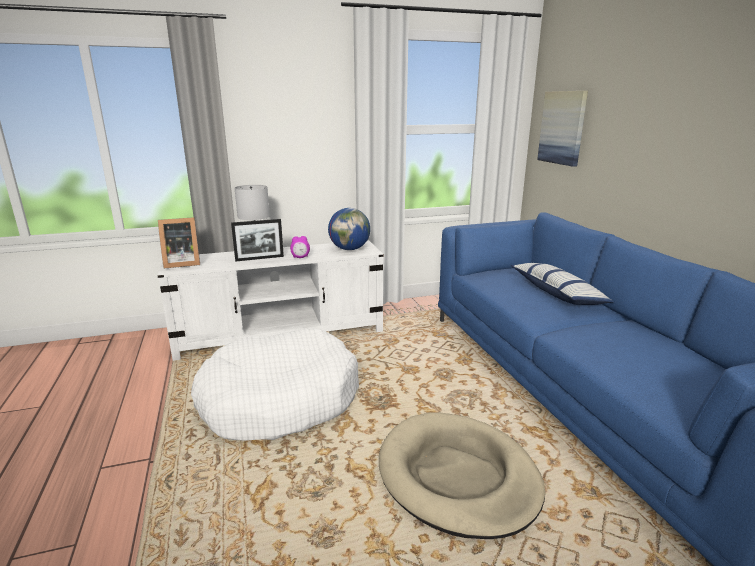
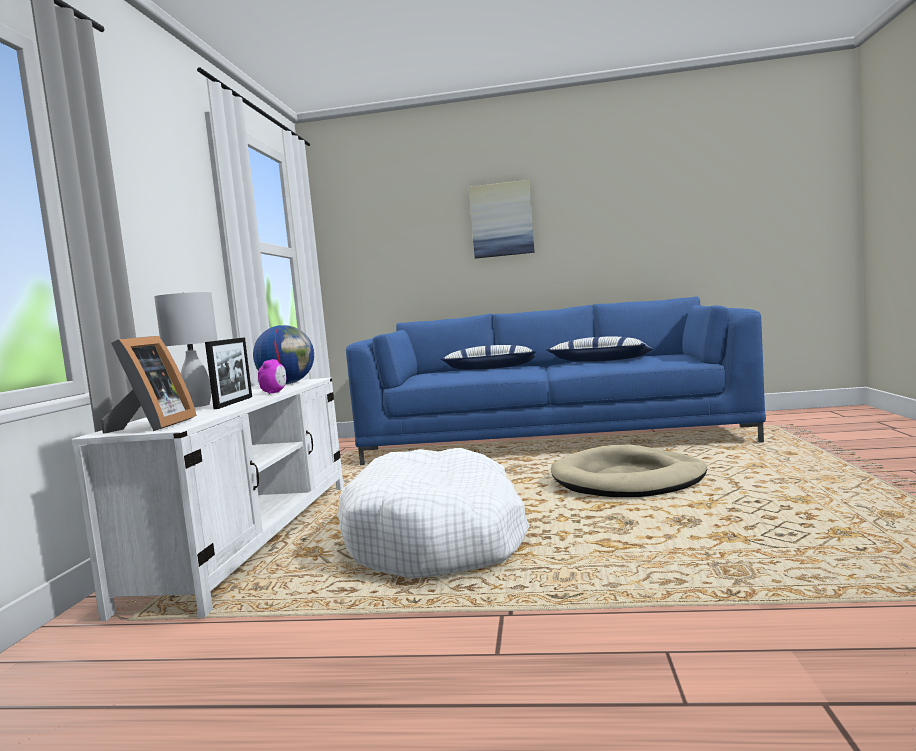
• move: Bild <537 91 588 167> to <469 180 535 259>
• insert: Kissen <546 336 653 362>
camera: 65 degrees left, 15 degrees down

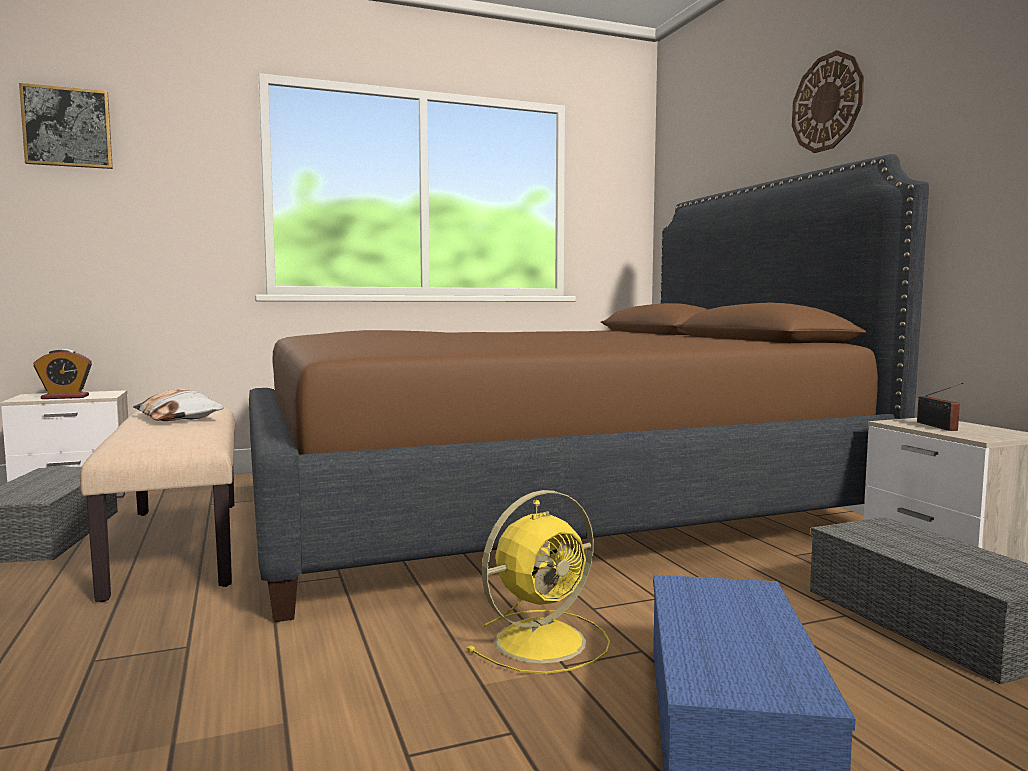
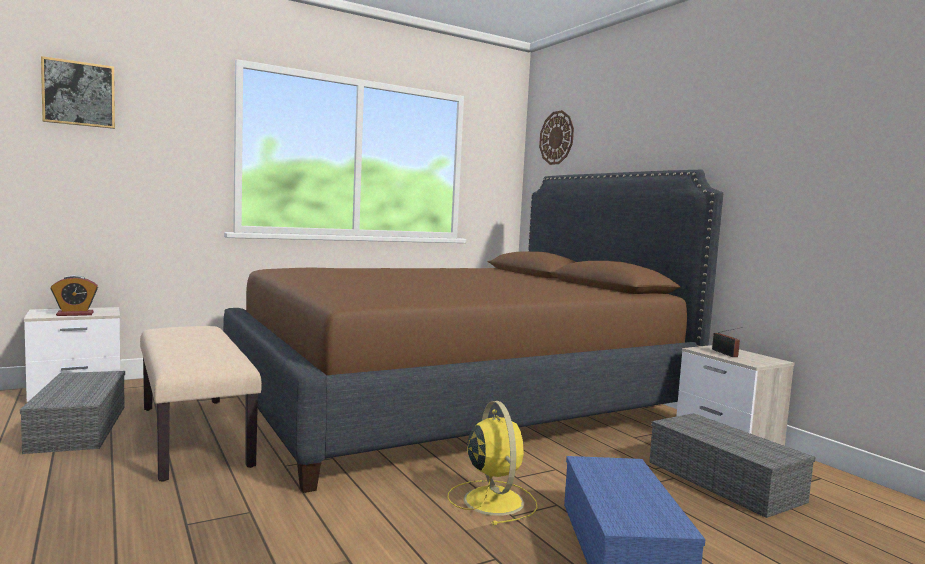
• move: Wanduhr <792 50 864 153> to <539 110 574 165>
• delete: Kissen <133 389 224 421>
• rotate: Ventilator/gelb <467 490 610 674> = <448 401 537 525> 60 degrees counterclockwise
camera: 10 degrees left, 0 degrees up

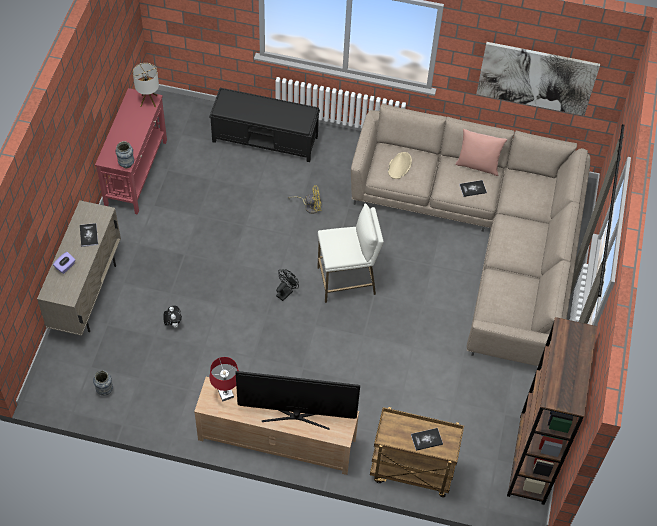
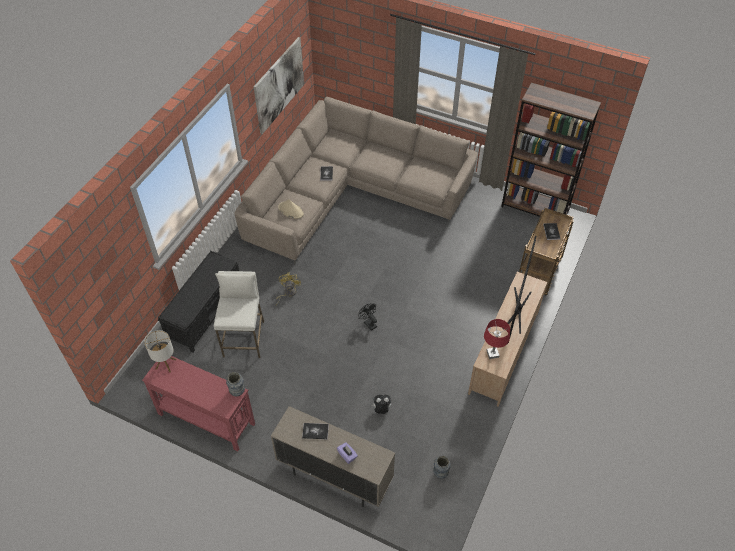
• delete: Kissen/rosa <455 129 507 176>
• move: Hocker/weiß <317 203 384 303> to <214 271 264 358>
camera: 75 degrees left, 5 degrees down

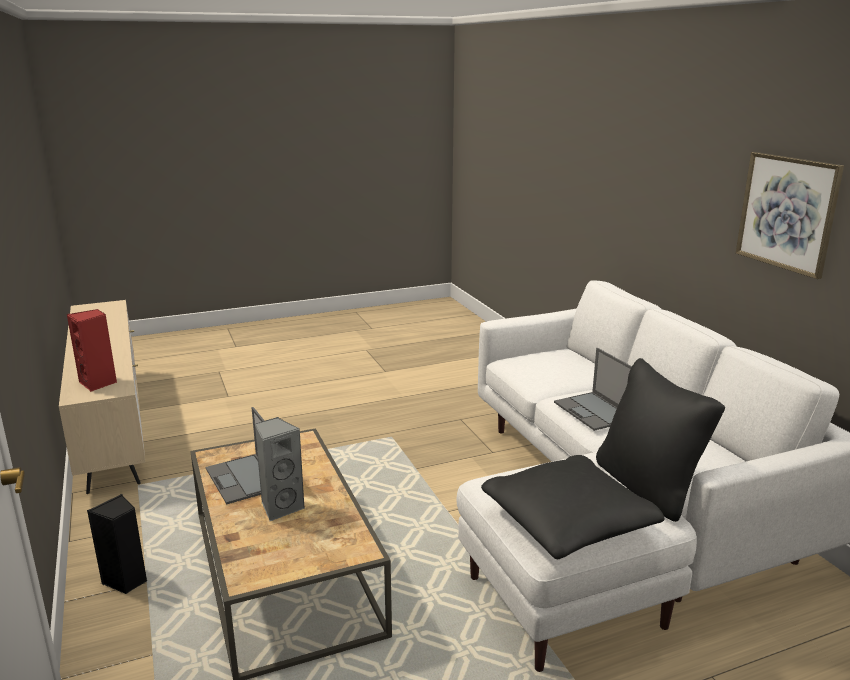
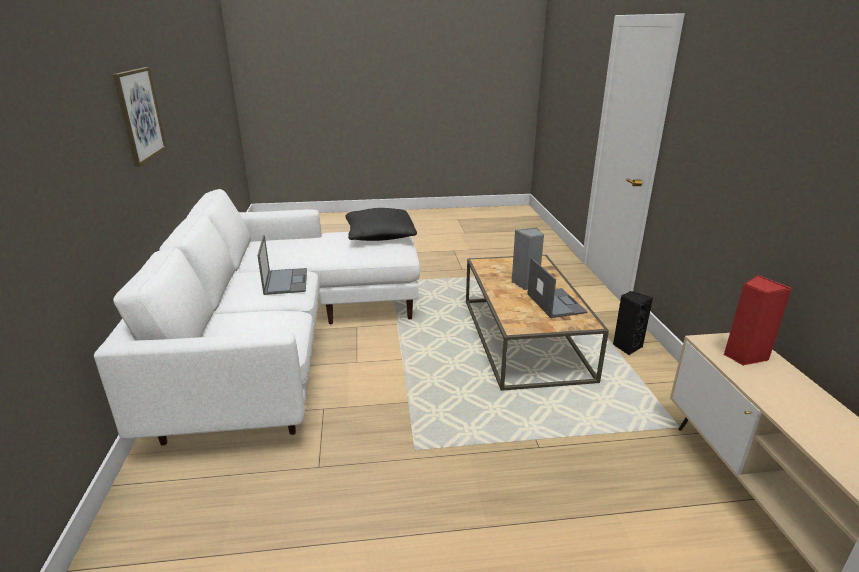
• delete: Kissen/schwarz <596 358 725 522>
camera: 165 degrees left, 5 degrees up

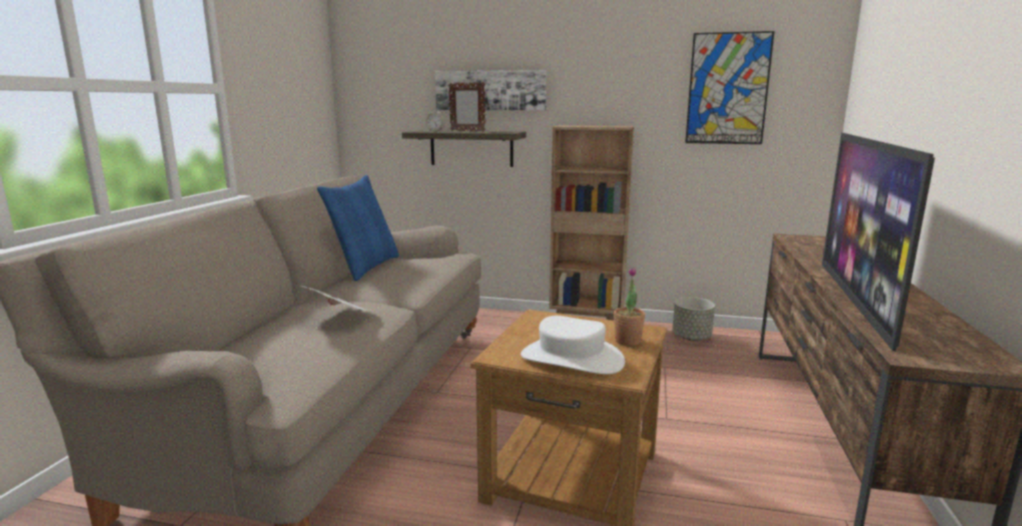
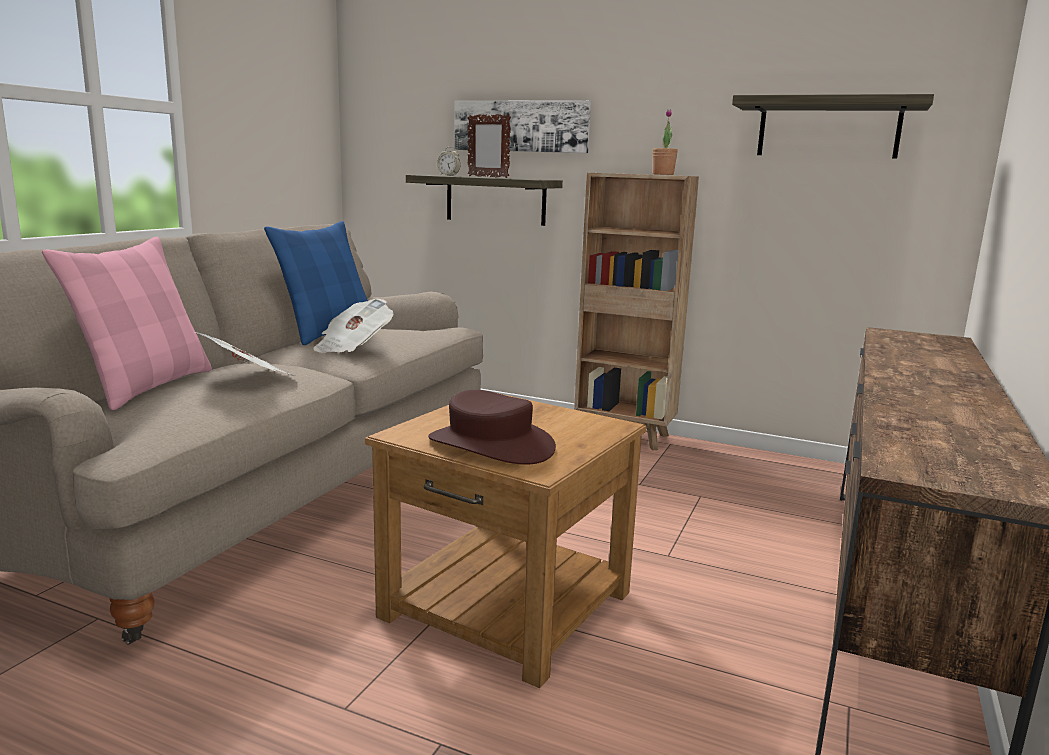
• replace: Bild <685 31 775 144> to Wandregal <732 94 934 159>
• delete: Fernseher <822 133 935 351>
• move: Topfpflanze <614 267 645 346> to <653 109 678 175>
• delete: Pflanzkübel/grau <672 297 715 341>
• recolor: Hut/weiß <521 316 625 374> to Hut/braun <428 390 556 465>
• insert: Kissen/rosa <42 237 212 410>
• insert: Zeitung <313 299 393 353>
camera: 10 degrees right, 0 degrees up

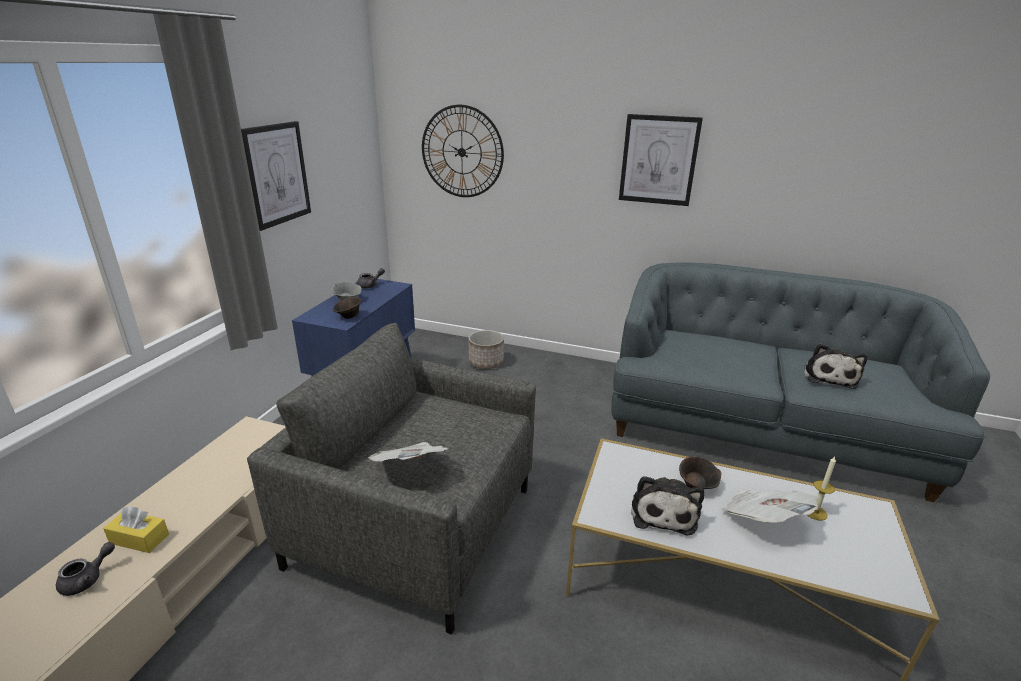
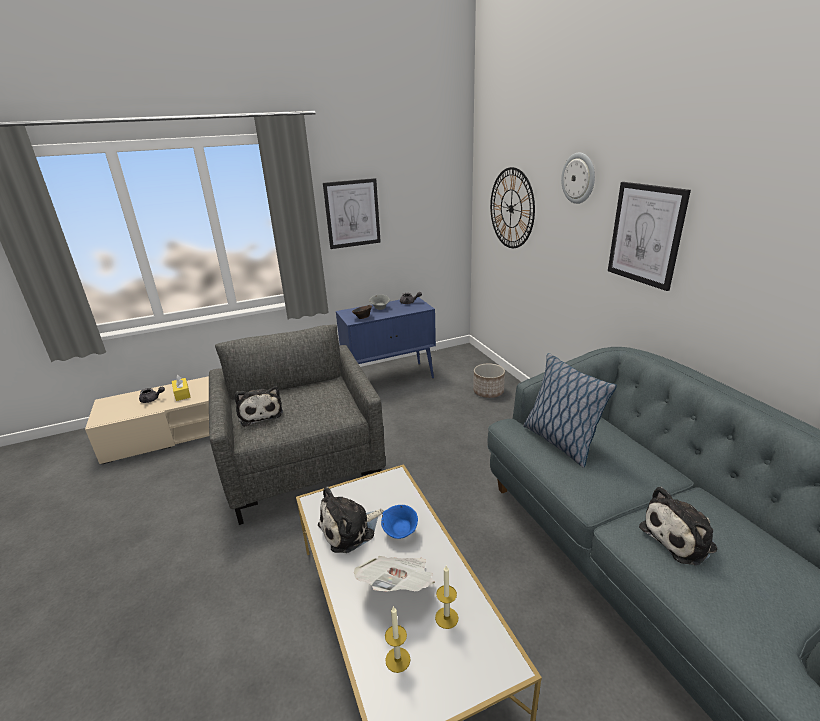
• replace: Zeitung <368 442 449 461> to Plüschtier <235 386 283 427>
• recolor: Schüssel/braun <679 456 721 489> to Schüssel/blau <381 505 418 539>
• insert: Wanduhr <561 152 595 204>
• insert: Kissen <523 353 617 467>
• insert: Kerze <385 606 410 673>
camera: 50 degrees right, 0 degrees up

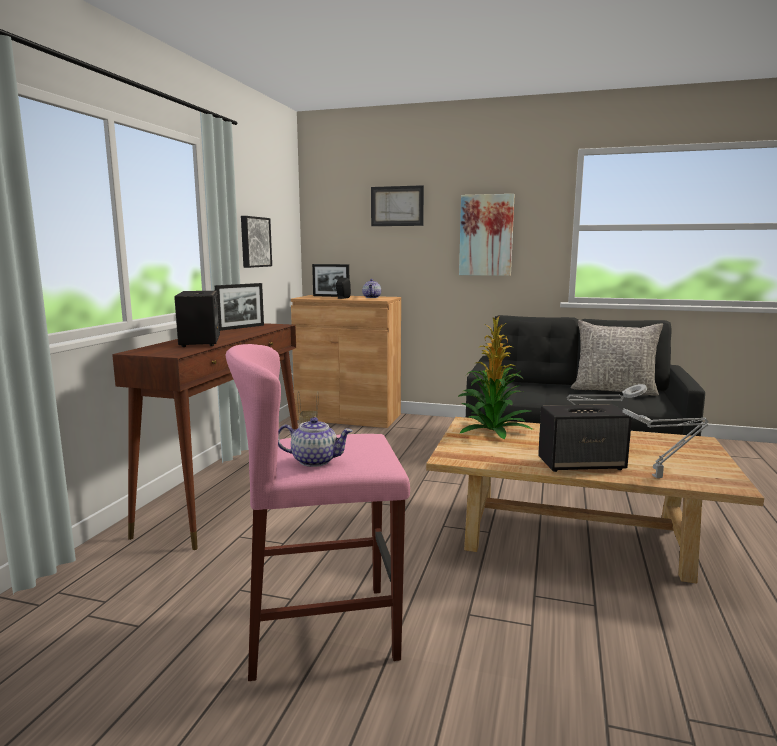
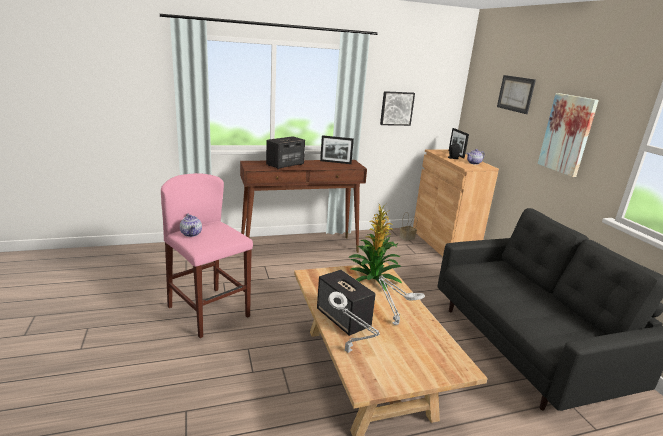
• delete: Kissen/grau <571 320 663 396>
camera: 55 degrees right, 10 degrees up

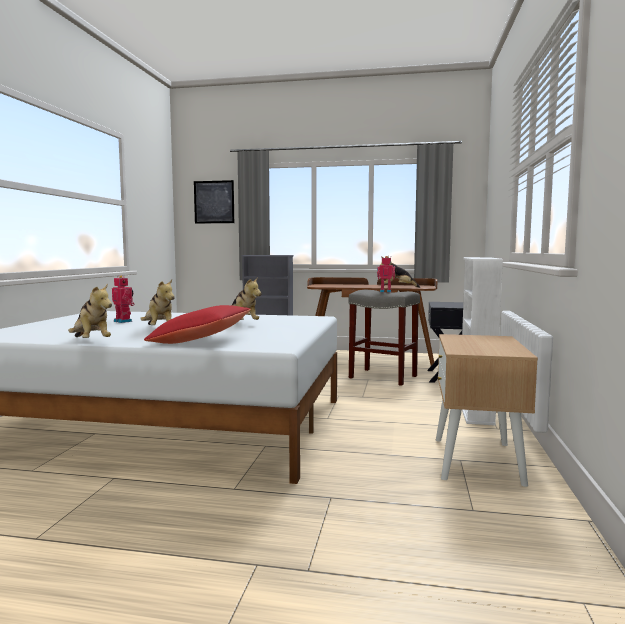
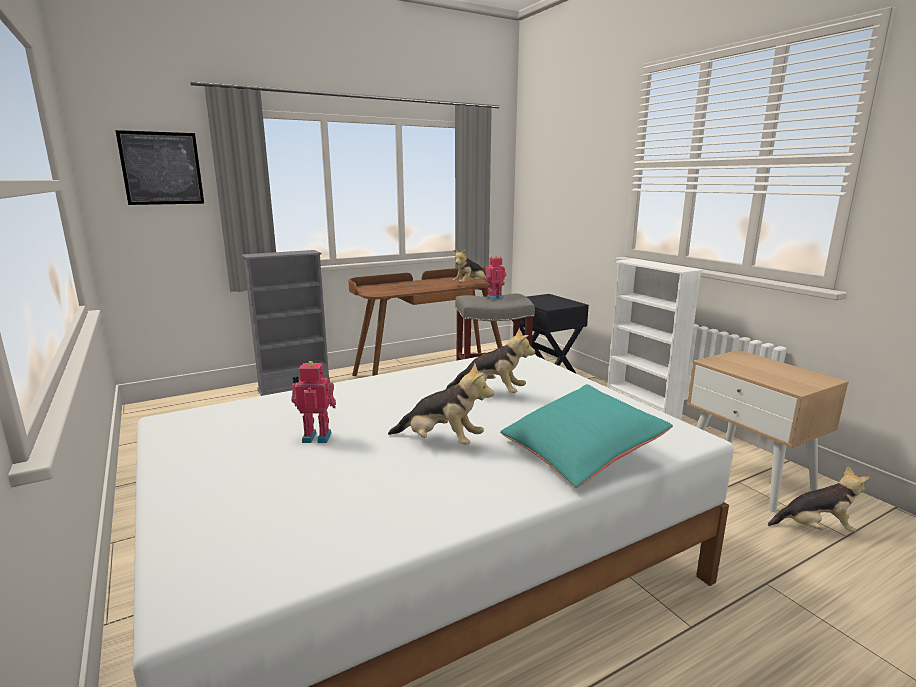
• move: Plüschtier <68 283 112 338> to <768 466 870 532>
• recolor: Kissen/rot <144 305 251 344> to Kissen/türkis <500 384 673 488>
camera: 40 degrees left, 10 degrees up

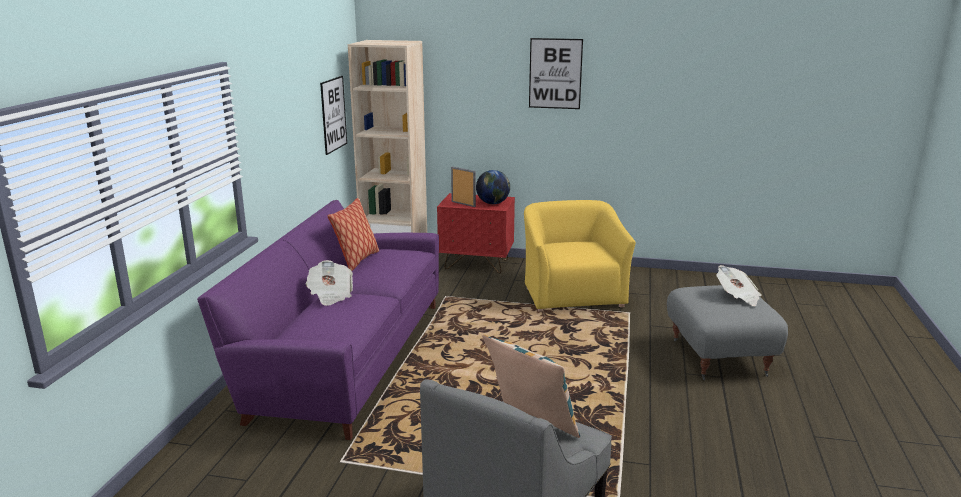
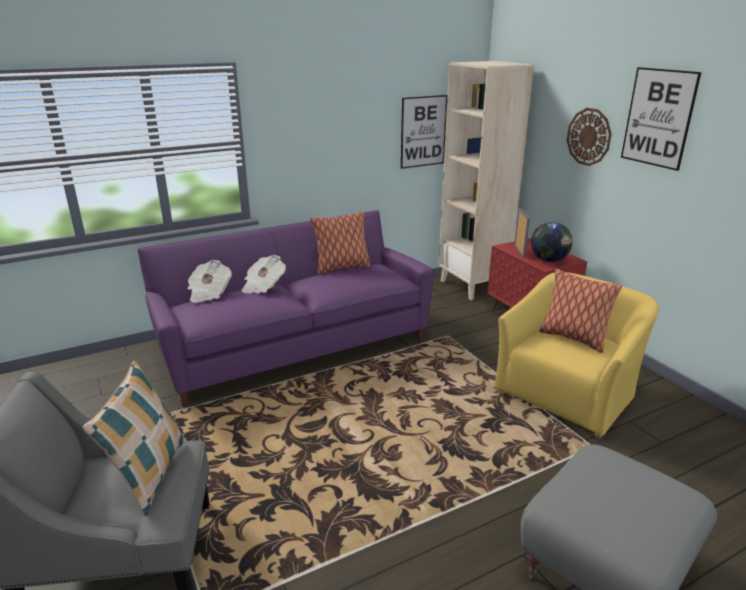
• move: Zeitung <716 265 762 306> to <187 260 232 302>
• insert: Wanduhr <567 108 612 166>
• insert: Kissen <539 268 622 353>
camera: 50 degrees right, 5 degrees up

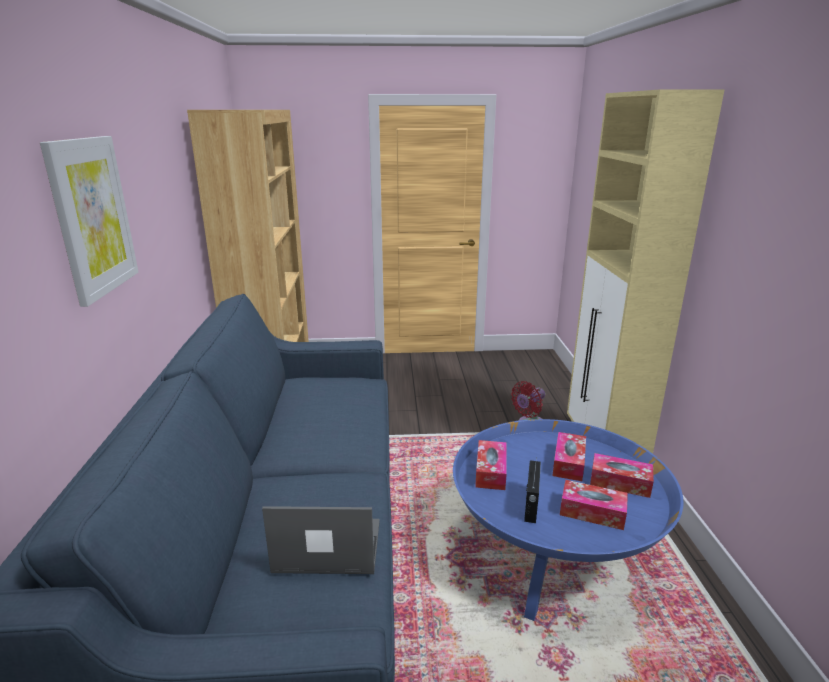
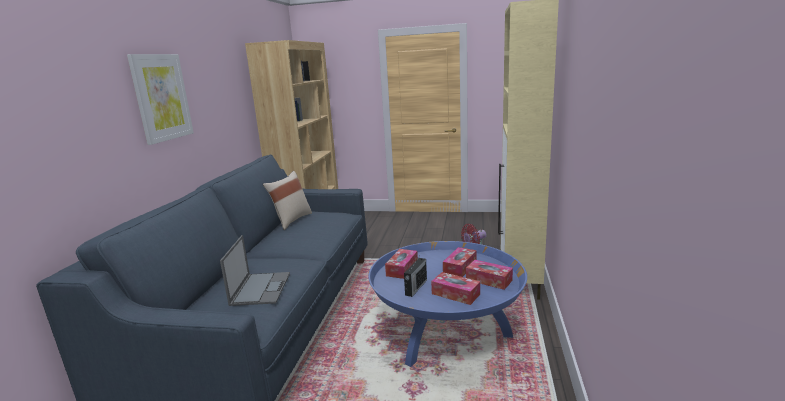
• rotate: Laptop <262 506 380 574> = <220 235 290 306> 75 degrees clockwise
• insert: Kissen/beige <263 171 312 230>
camera: 15 degrees right, 5 degrees down

